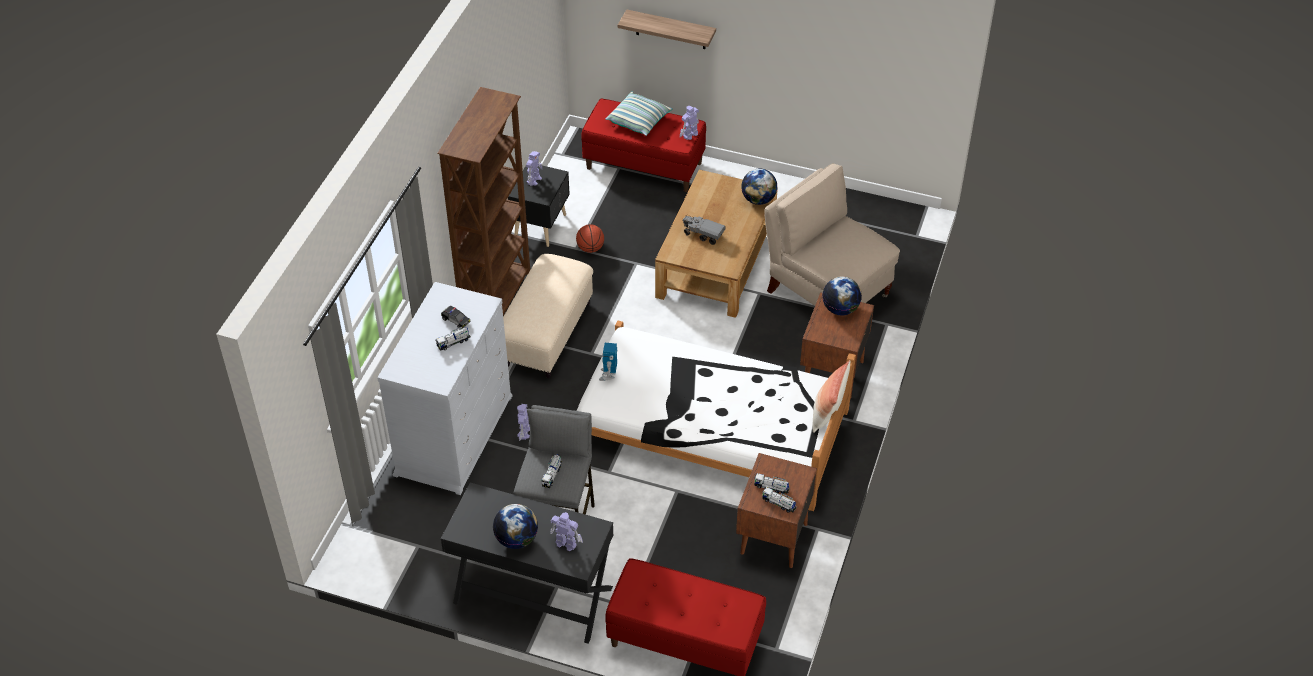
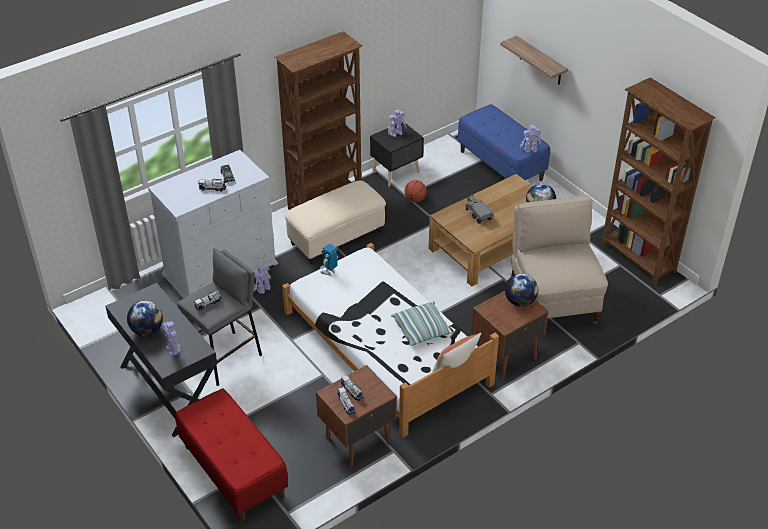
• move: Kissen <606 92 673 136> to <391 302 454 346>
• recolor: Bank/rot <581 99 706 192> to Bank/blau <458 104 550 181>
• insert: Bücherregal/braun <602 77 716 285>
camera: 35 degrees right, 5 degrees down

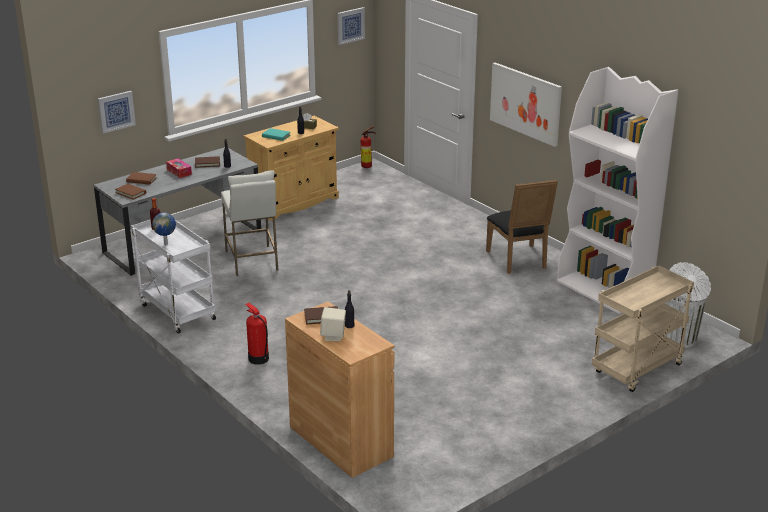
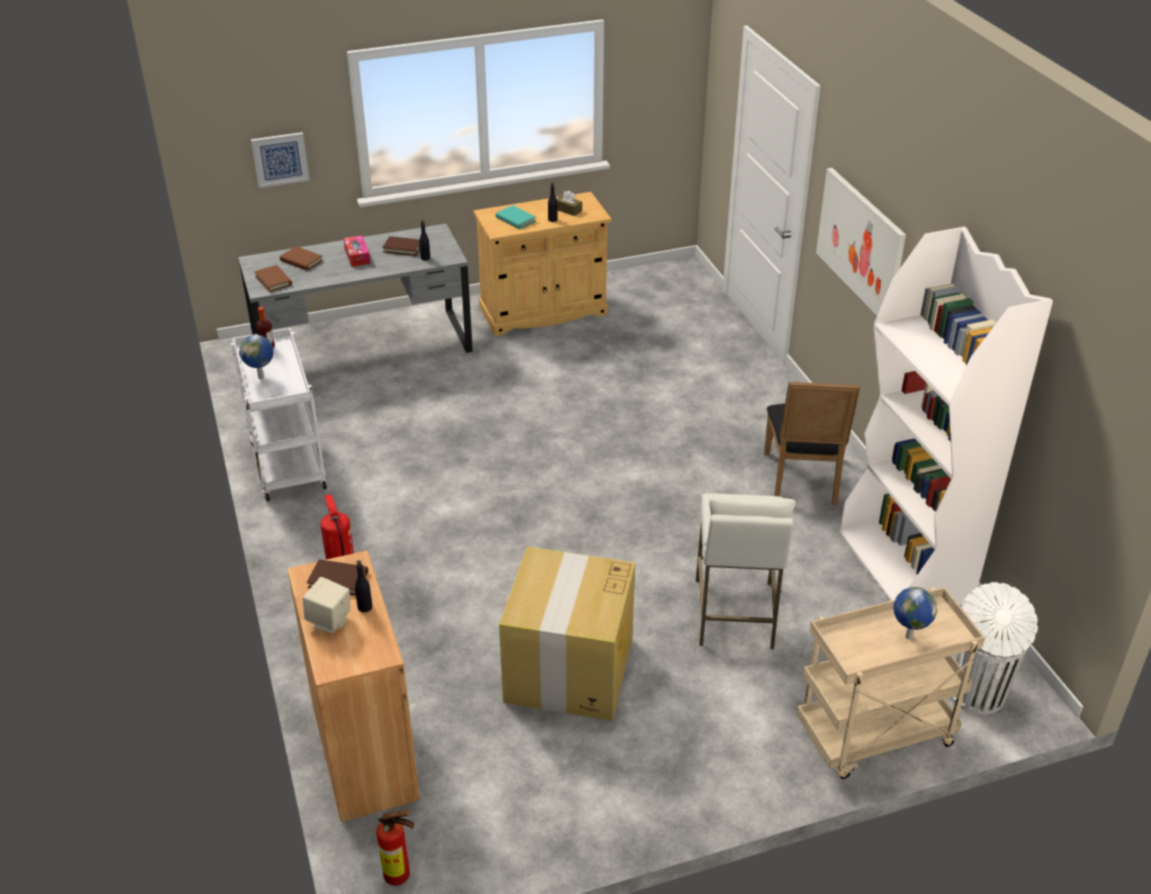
• delete: Bild <338 7 365 45>
• move: Feuerlöscher <360 126 376 168> to <376 808 414 886>
• move: Hocker/weiß <221 170 278 276> to <696 493 796 649>
• insert: Karton <499 547 635 721>
• insert: Globus <893 587 937 639>
camera: 20 degrees right, 10 degrees up

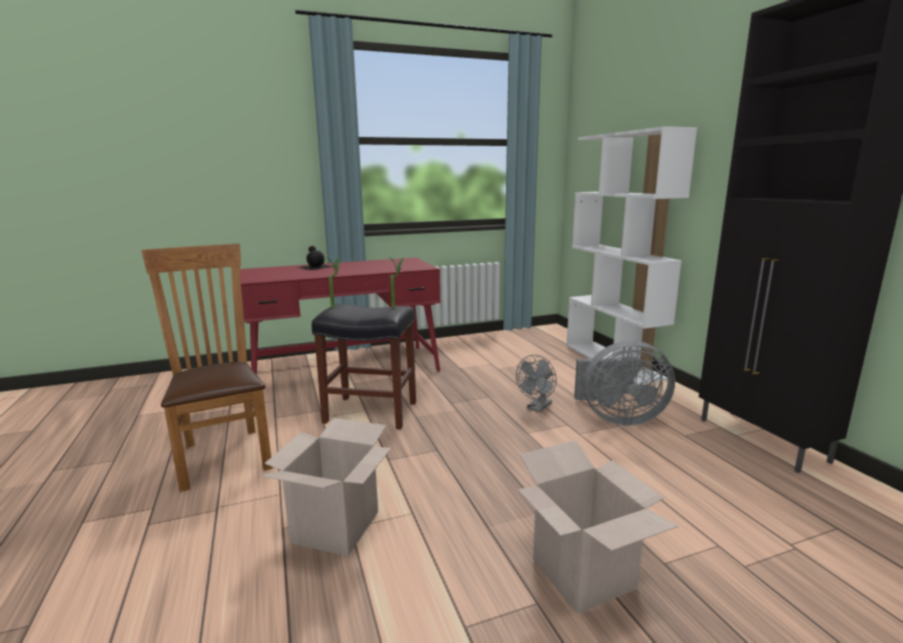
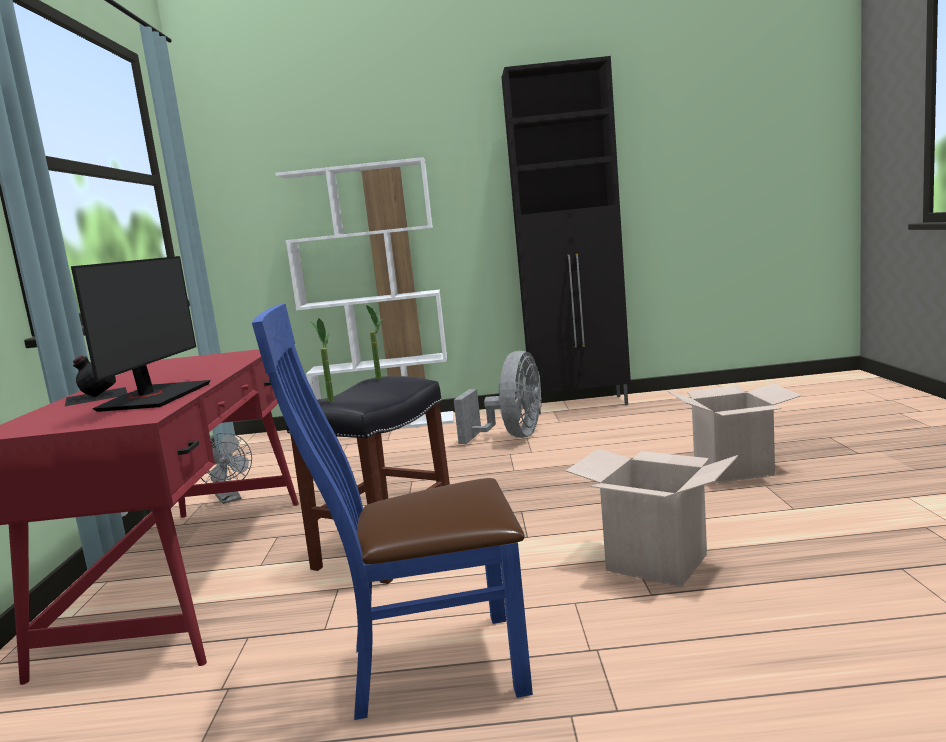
• recolor: Stuhl/braun <141 244 273 492> to Stuhl/blau <252 304 533 720>
• move: Ventilator/grau <516 355 557 412> to <201 432 252 504>
• insert: Monitor <71 256 211 412>
camera: 70 degrees left, 5 degrees down

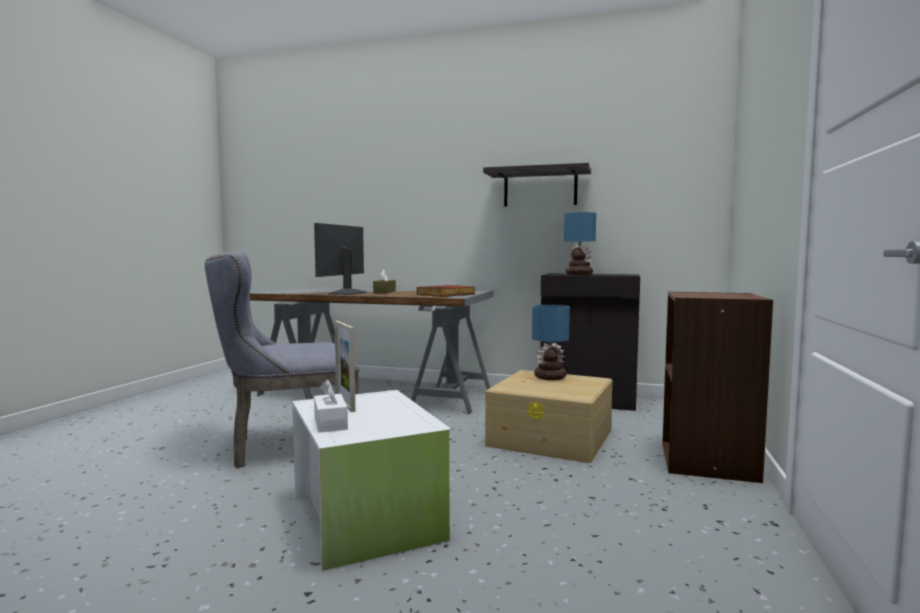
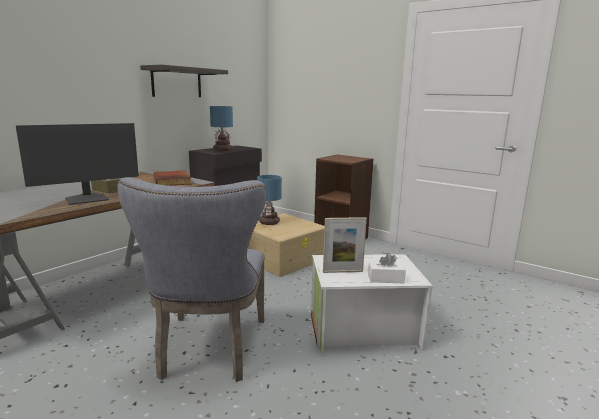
• rotate: Monitor <314 223 367 295> = <16 123 139 205> 75 degrees counterclockwise
camera: 70 degrees left, 10 degrees up

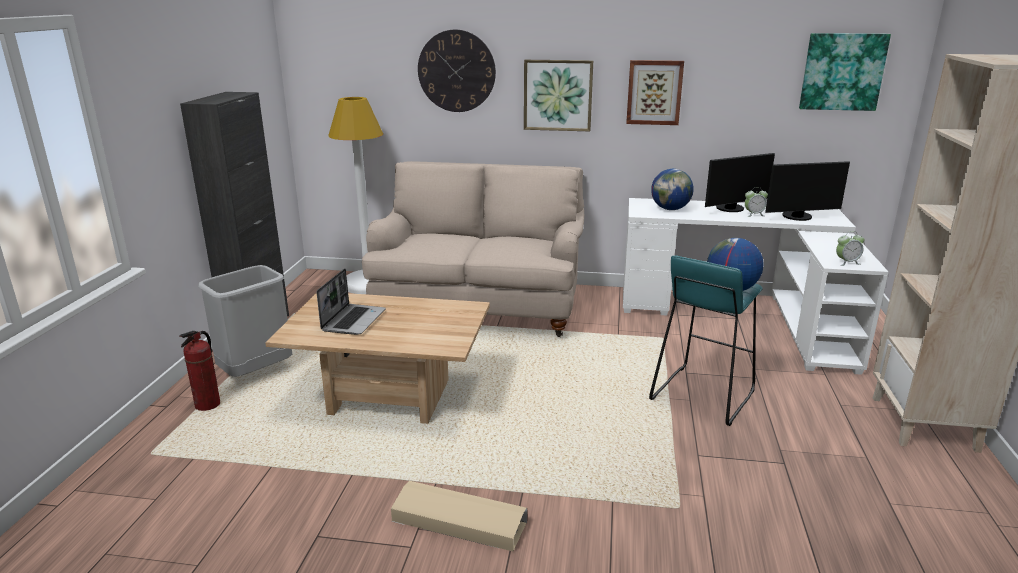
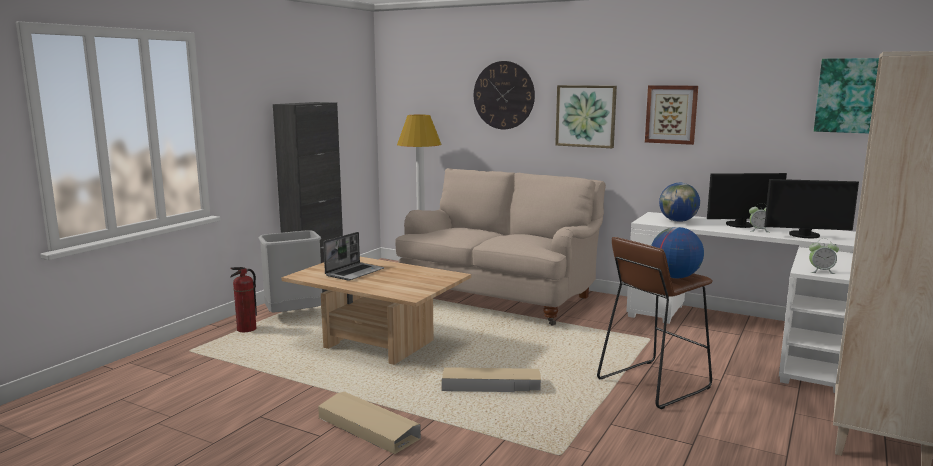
• recolor: Hocker/türkis <649 256 763 426> to Hocker/braun <597 237 713 409>
• insert: Aufbewahrungsbox/beige <442 367 541 392>
camera: 20 degrees right, 10 degrees down

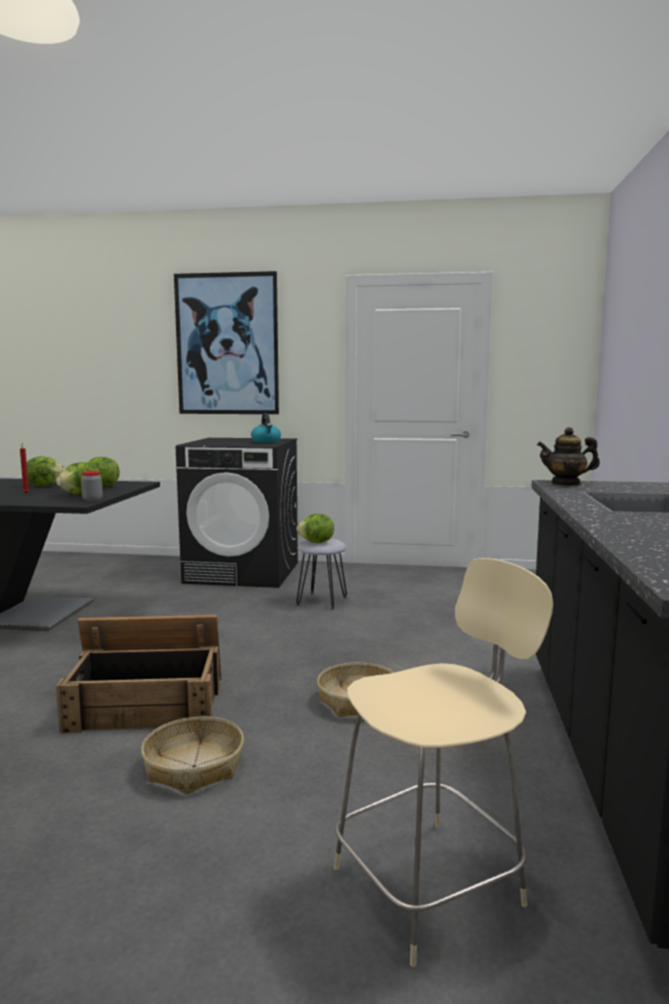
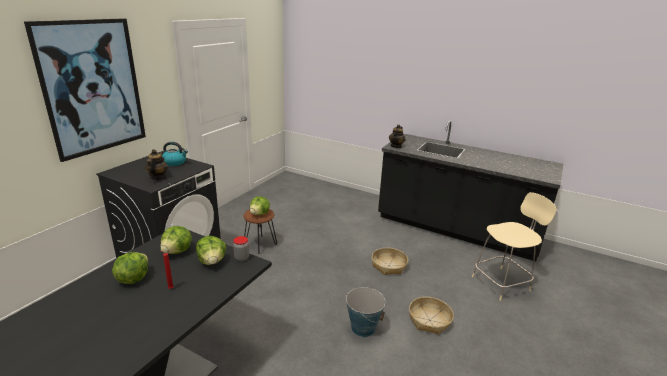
• recolor: Hocker/grau <296 539 347 610> to Hocker/braun <244 209 277 254>
• rotate: Stuhl/beige <334 558 553 967> = <472 192 556 301> 75 degrees clockwise
• replace: Kiste <56 615 221 733> to Eimer <346 287 386 337>
• insert: Teekanne <145 149 168 180>
camera: 70 degrees left, 15 degrees up

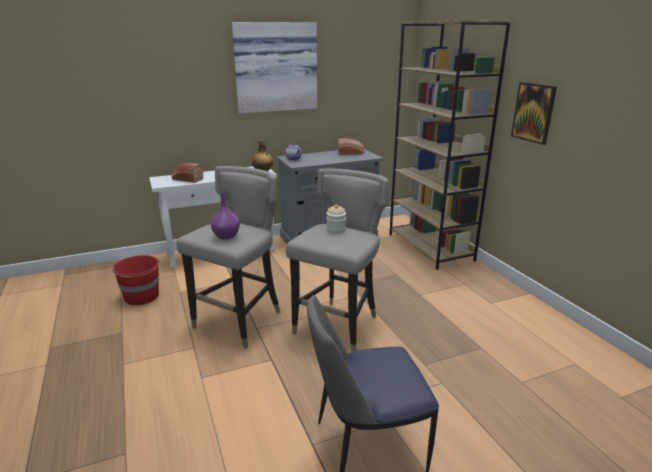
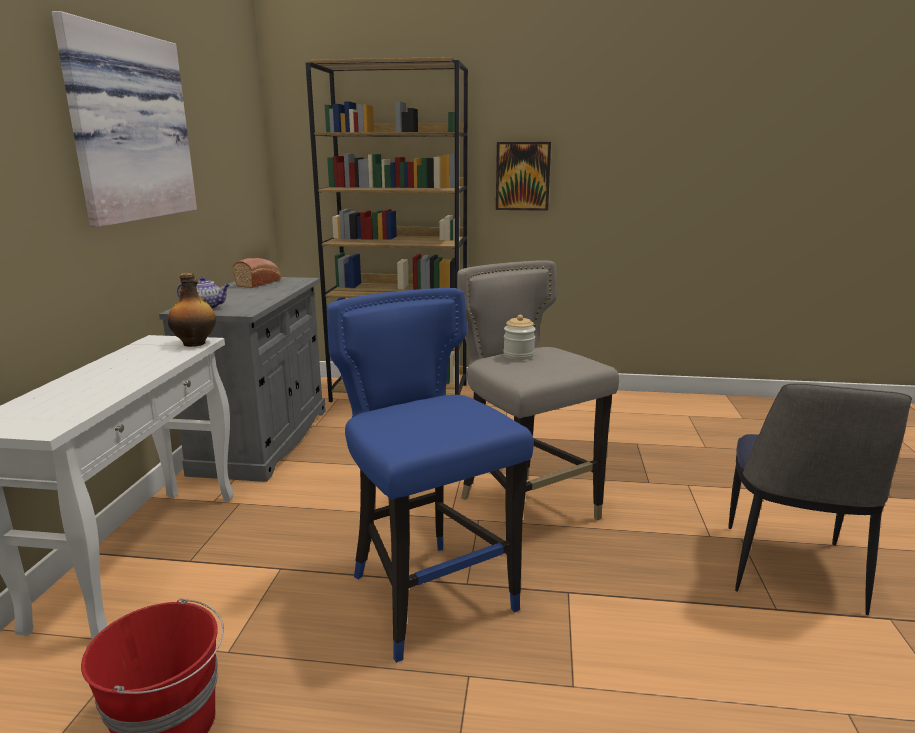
• delete: Brot <172 163 203 183>
• recolor: Hocker/grau <177 166 280 348> to Hocker/blau <326 288 534 663>
• delete: Vase/lila <211 192 240 240>
camera: 60 degrees left, 5 degrees down

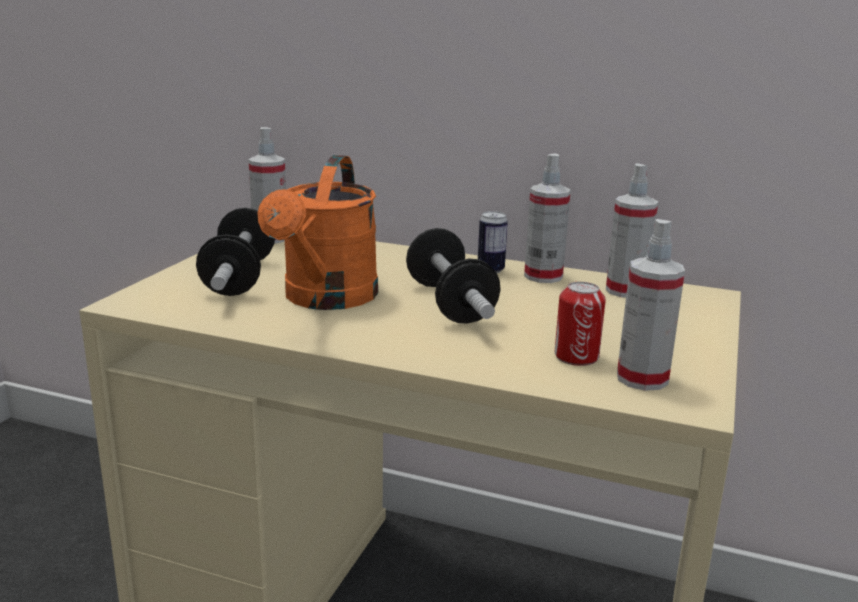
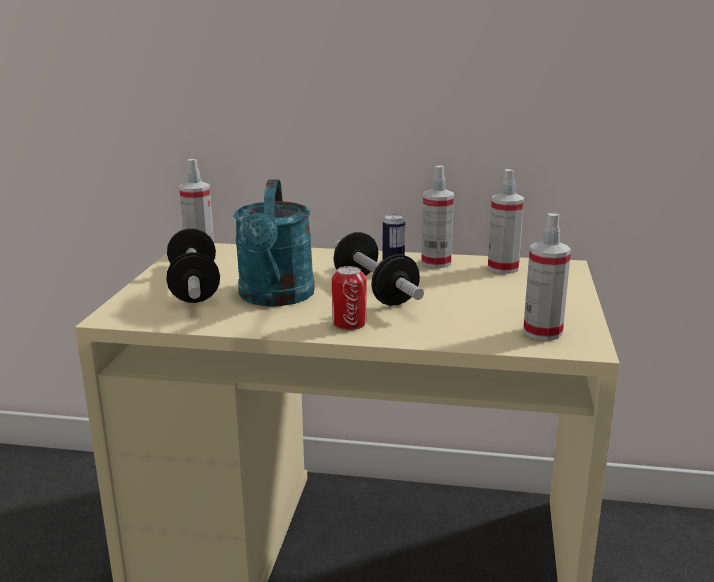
• recolor: Gießkanne/orange <257 155 378 310> to Gießkanne/türkis <233 180 315 307>
• move: Dose <555 282 606 366> to <332 266 366 330>
camera: 10 degrees left, 0 degrees up

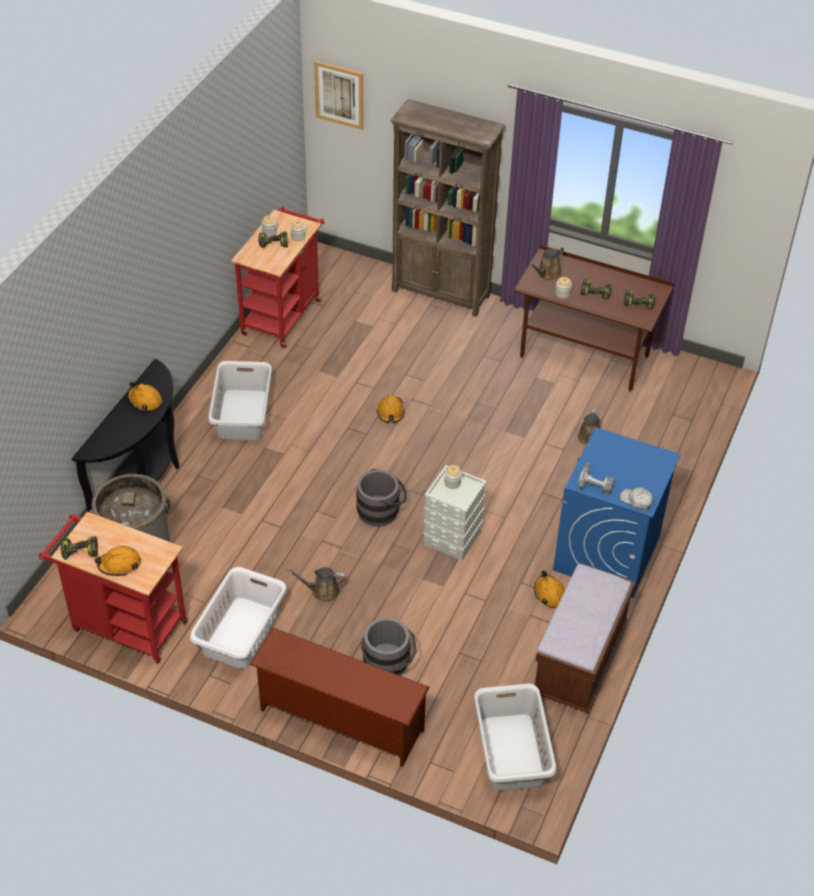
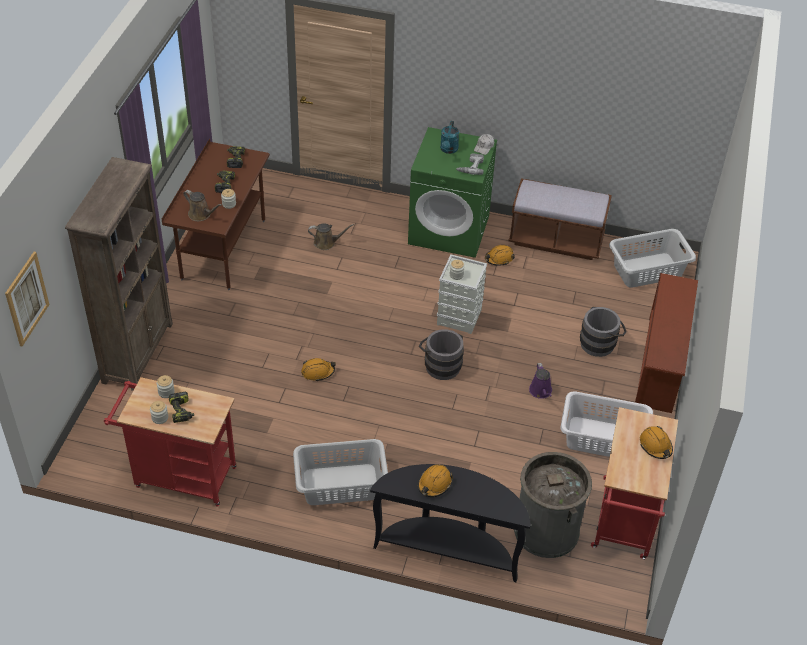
• recolor: Waschmaschine/blau <553 427 681 598> to Waschmaschine/grün <408 127 497 258>
• delete: Bohrmaschine <61 536 98 560>
• recolor: Gießkanne/braun <286 567 346 602> to Gießkanne/lila <529 363 552 399>
• insert: Gießkanne/türkis <440 121 459 154>
camera: 100 degrees left, 0 degrees up

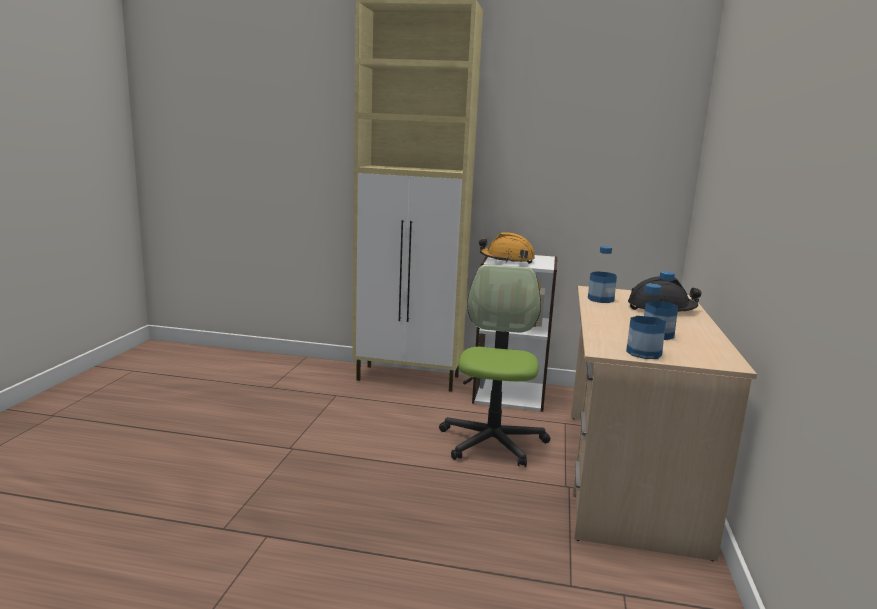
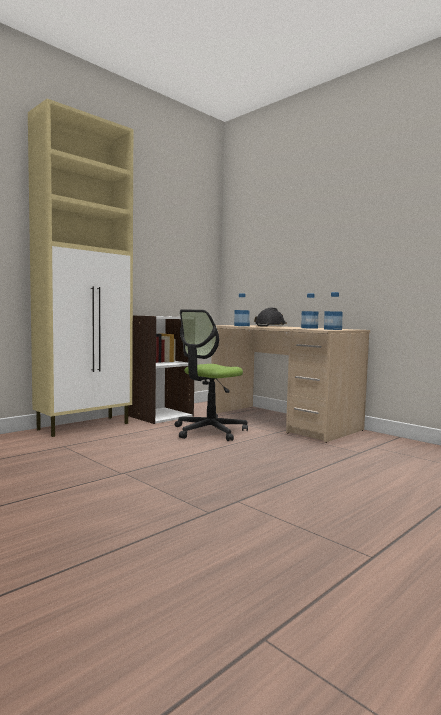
• delete: Schutzhelm/orange <479 232 535 264>
• rotate: Bürostuhl <439 264 550 467> = <175 309 248 441> 90 degrees counterclockwise
camera: 55 degrees left, 10 degrees down

